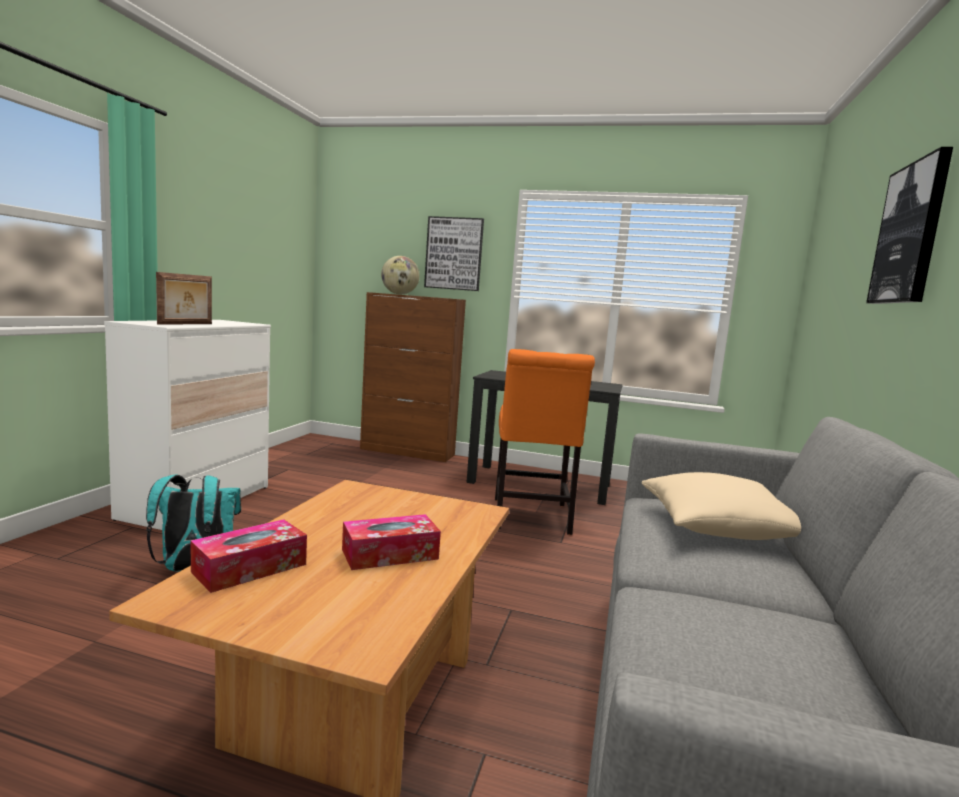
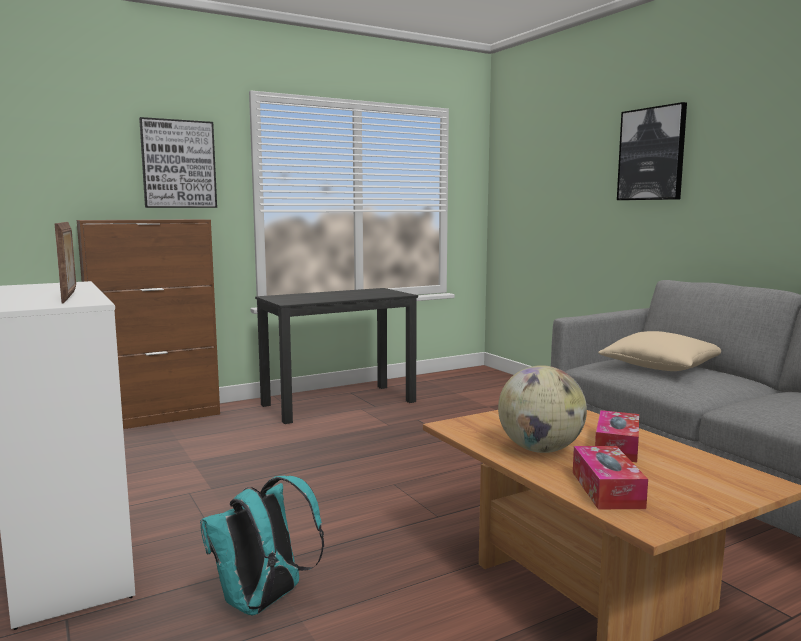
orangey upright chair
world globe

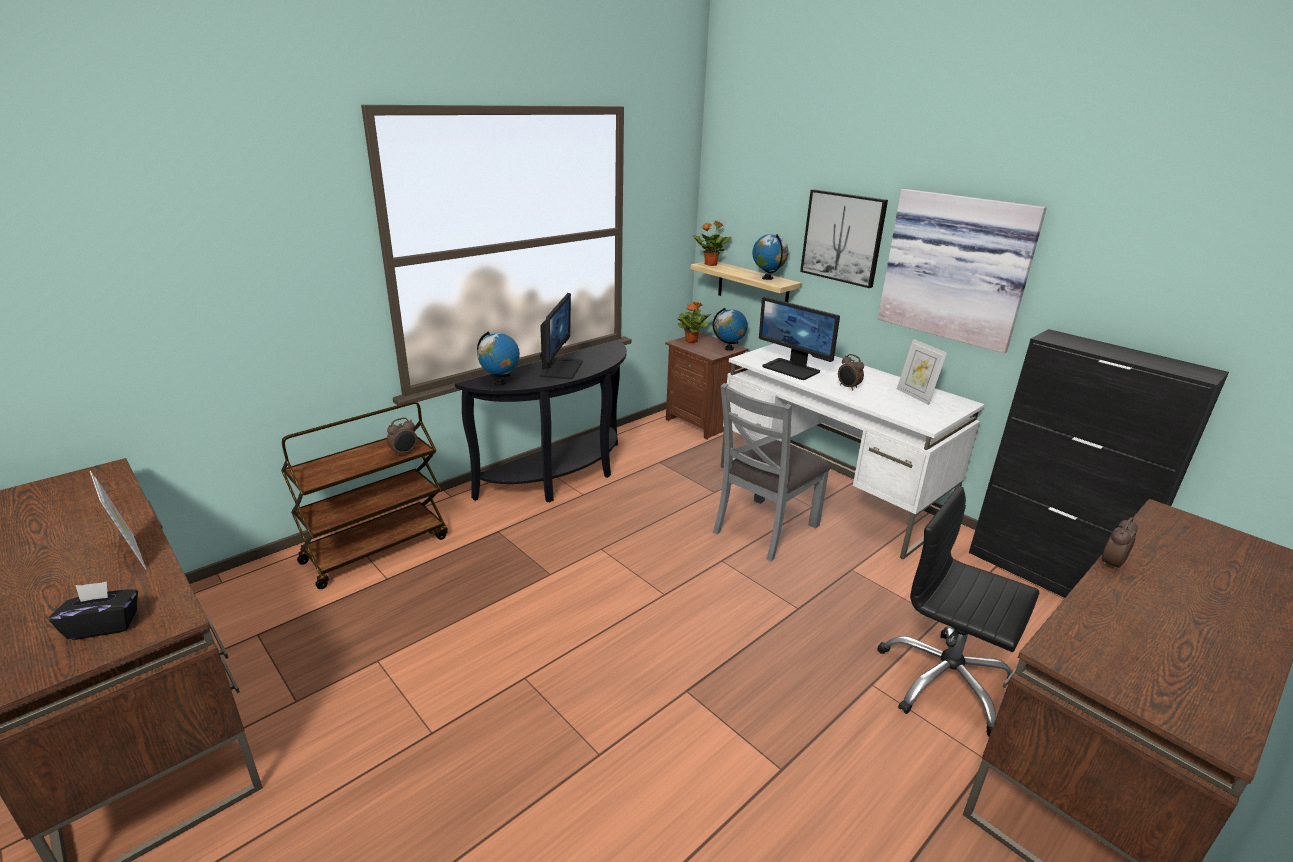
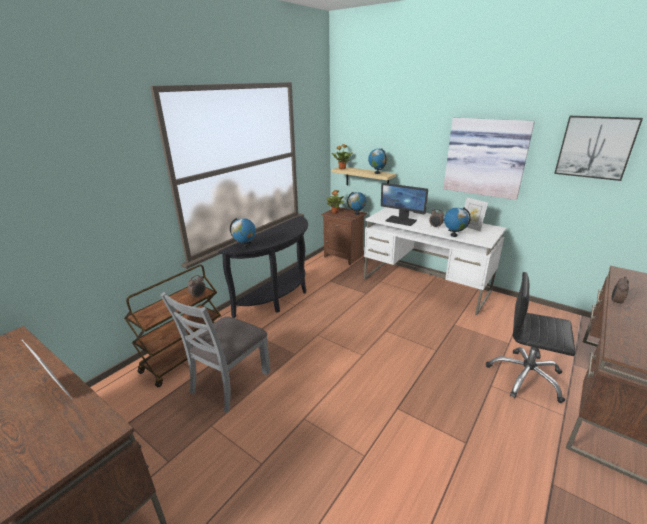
black tissue box
computer display (no. 1 from left in the first image)
black cupboard
world globe (no. 4 from left)
greyish upright chair
wall picture (no. 2 from left)

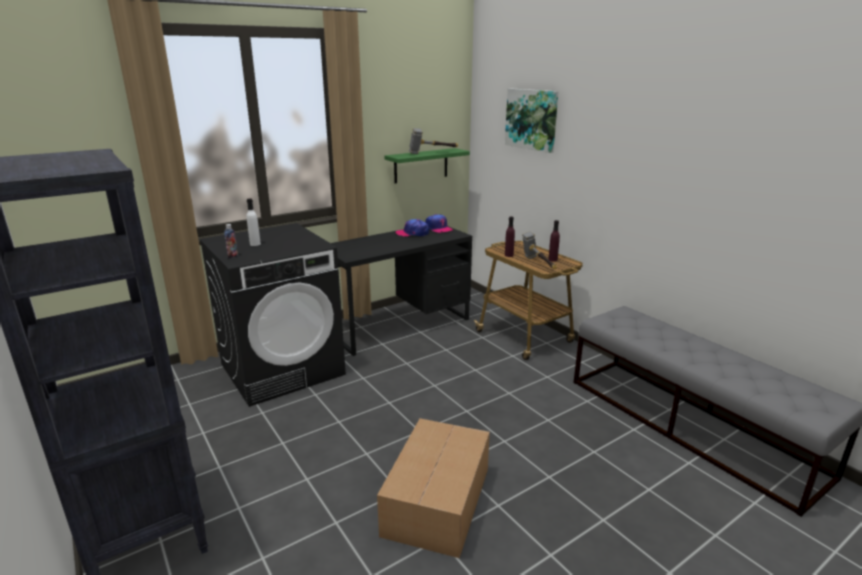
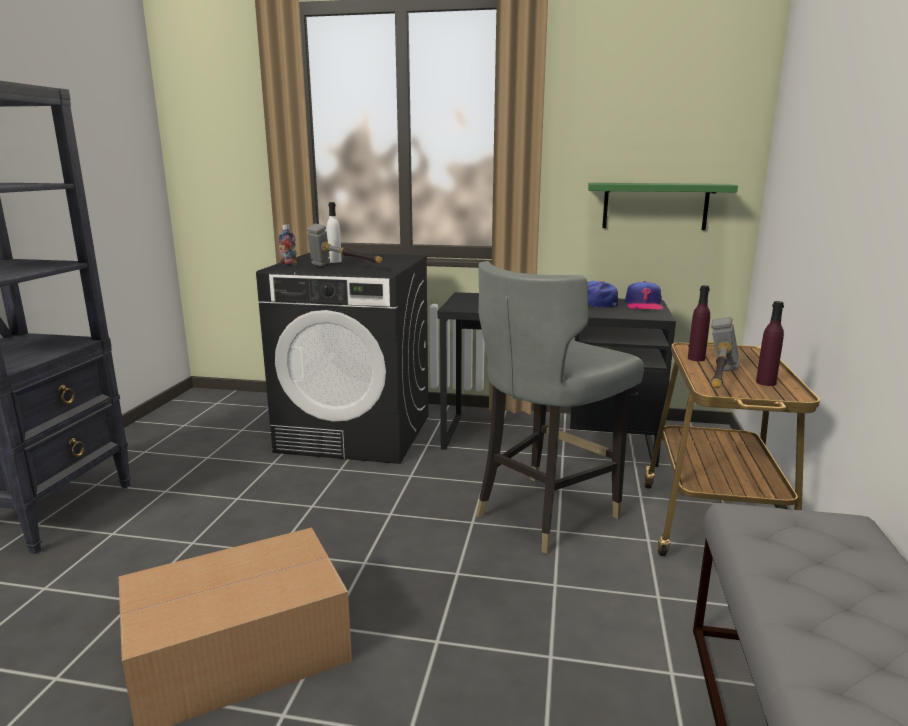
wall picture
greyish upright chair
hammer (no. 1 from left)

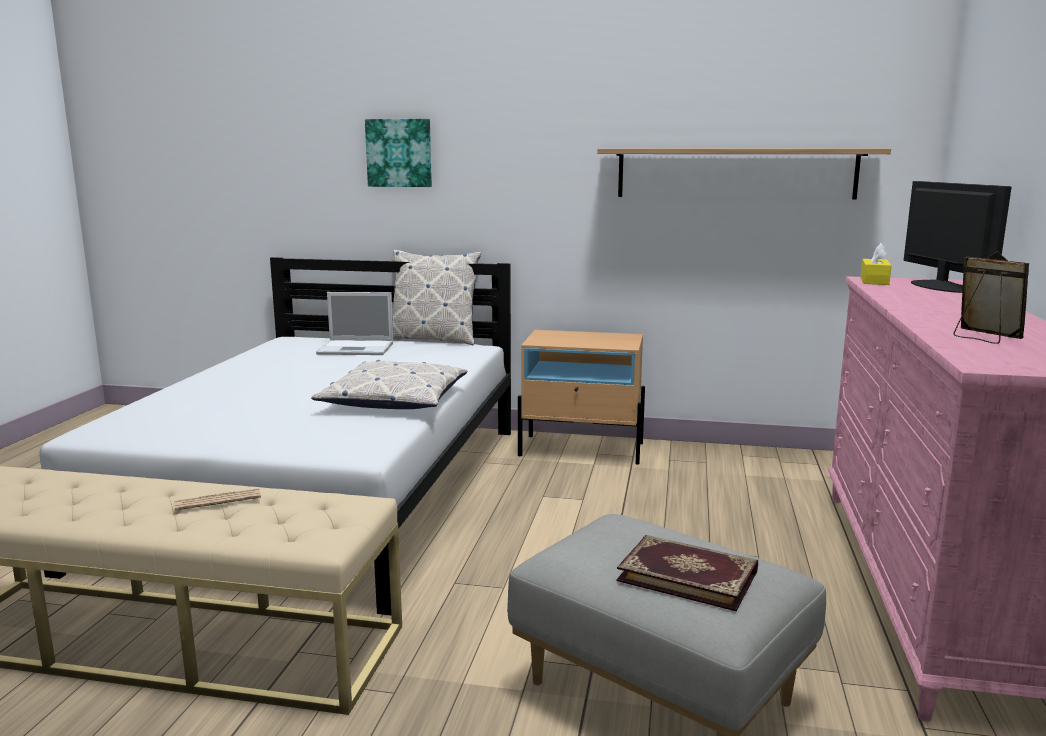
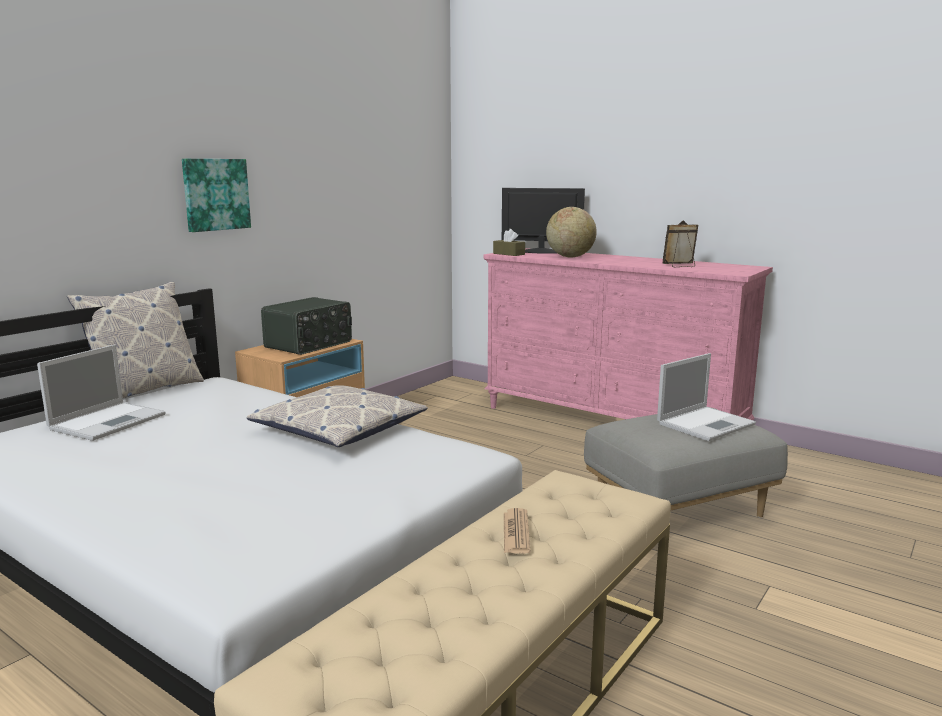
shelf
radio
world globe
wall picture
portable computer (no. 2 from left)
brown-coloured tissue box

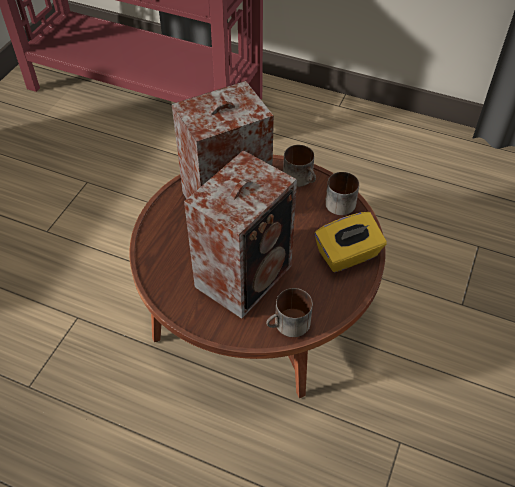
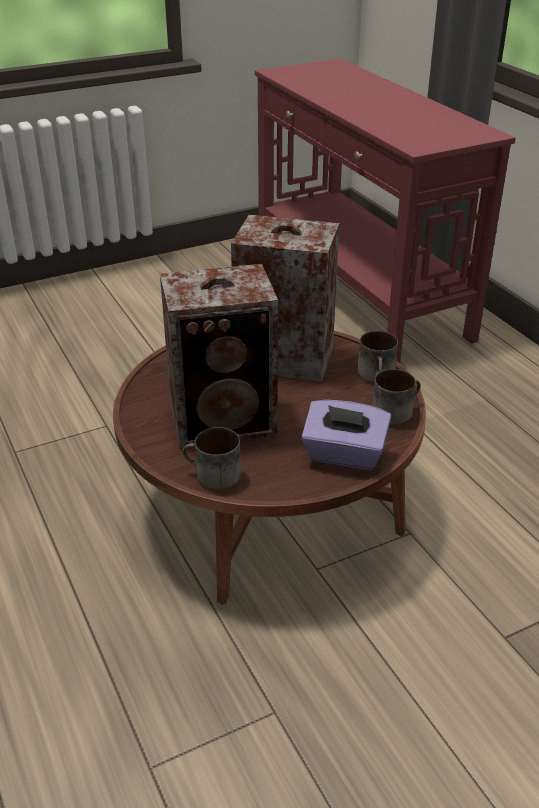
purple-coloured tissue box

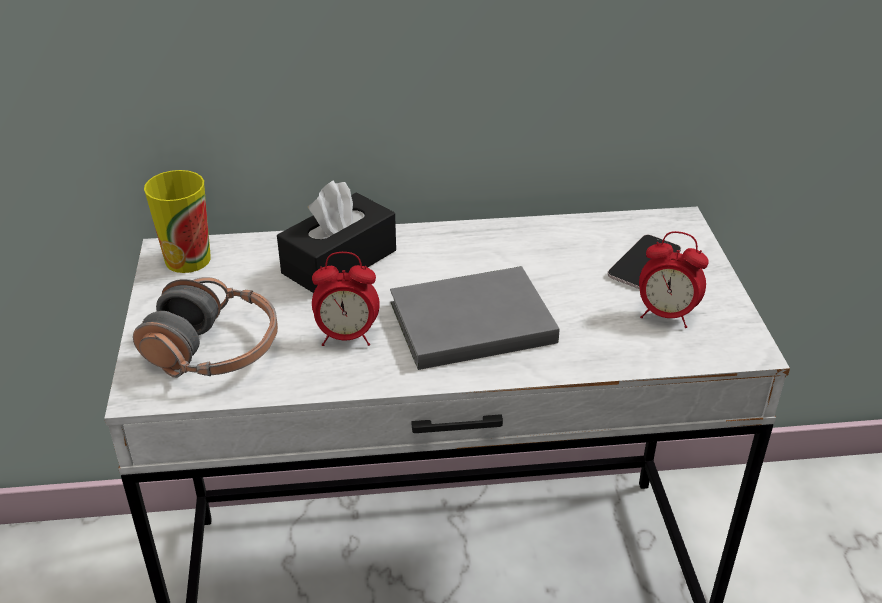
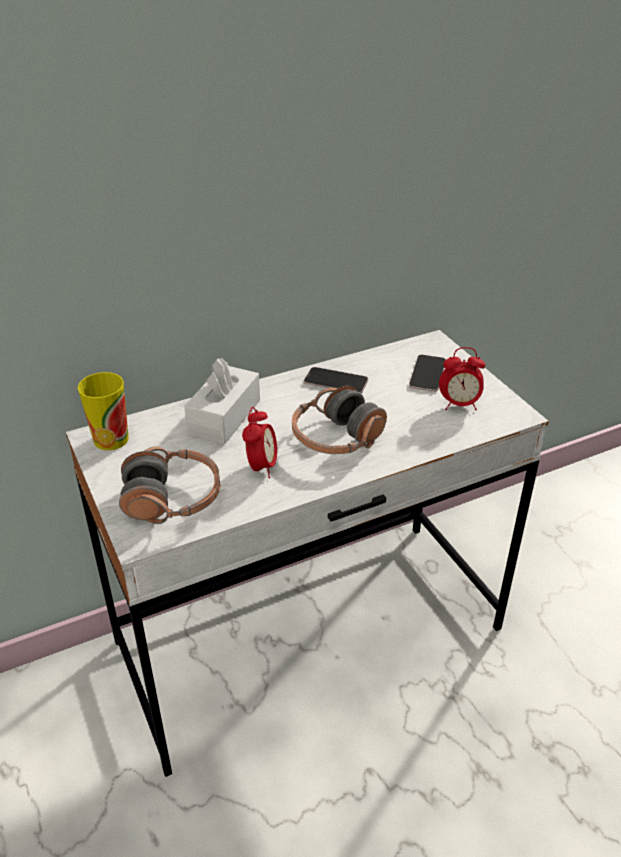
handset (no. 1 from left)
headset (no. 2 from left)
white-coloured tissue box
table clock (no. 1 from left)

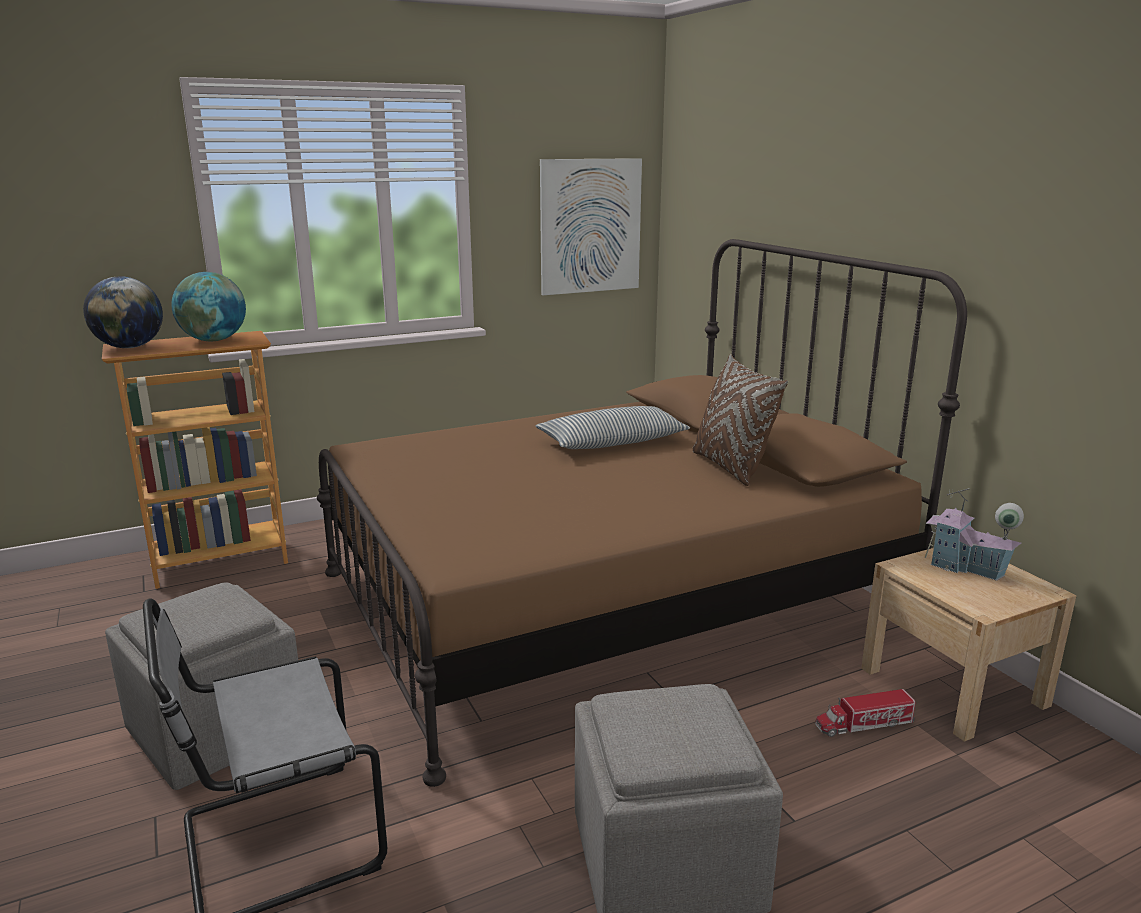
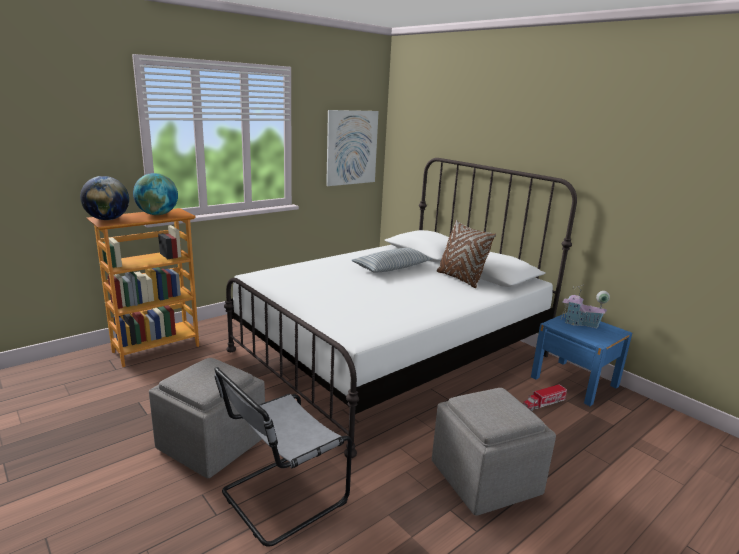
white-coloured bedroom bed
blue bedside table

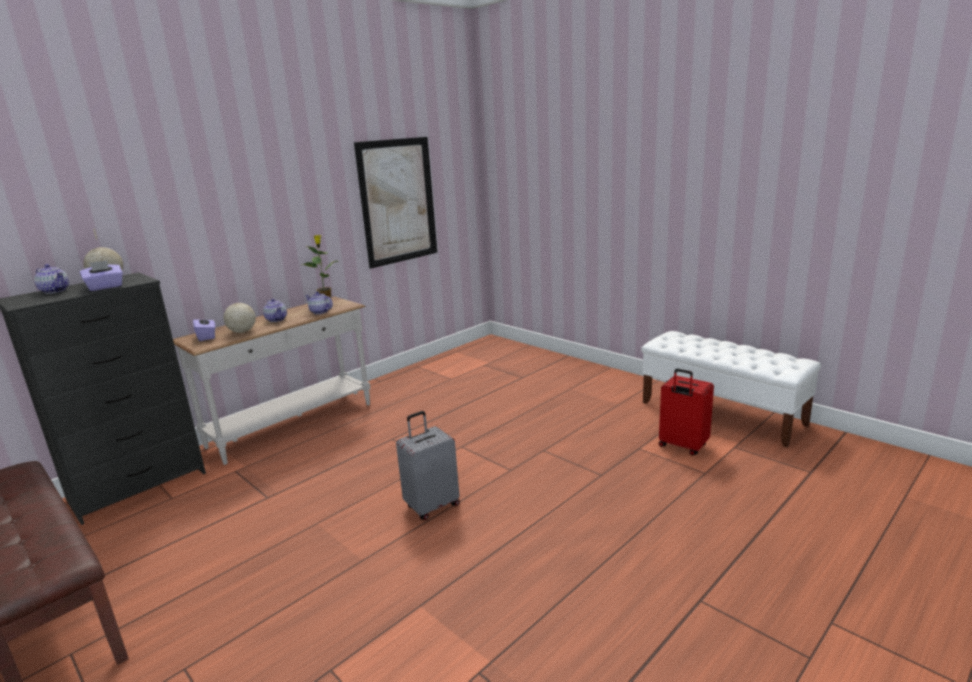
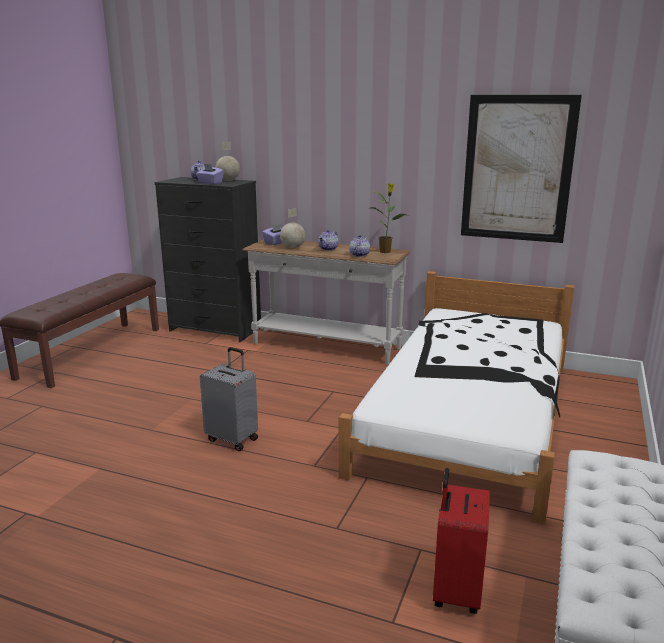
white-coloured bedroom bed

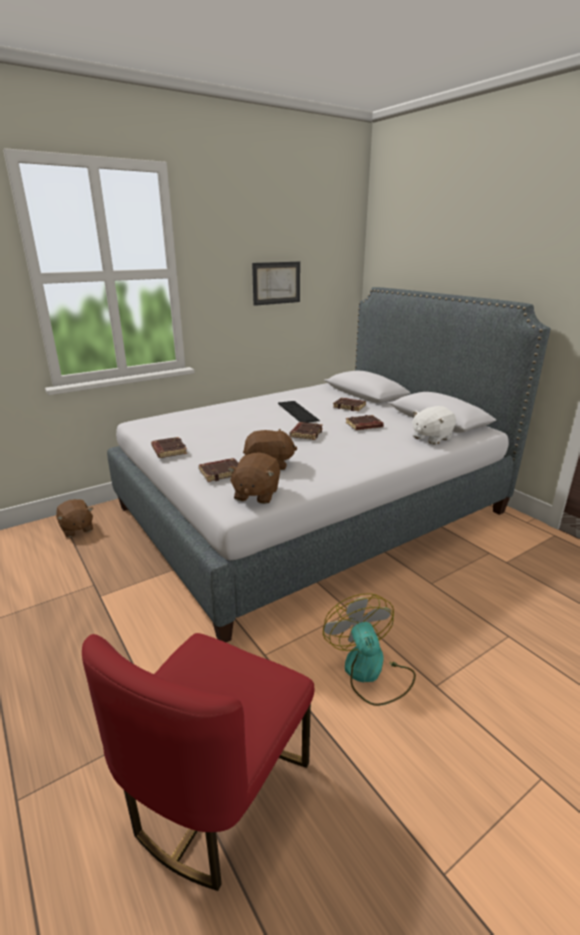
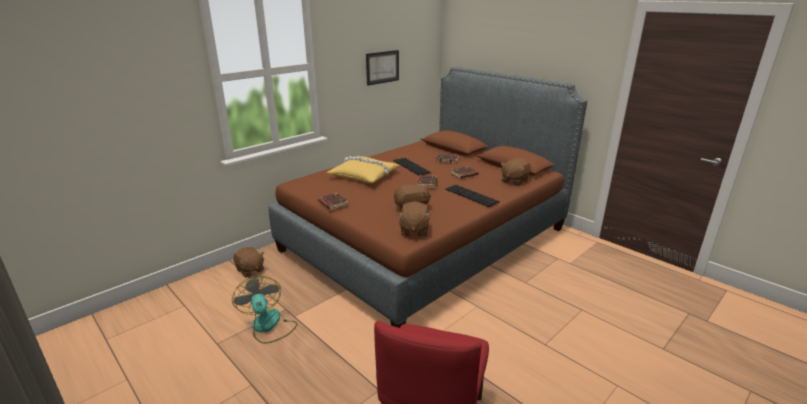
brown-coloured book (no. 2 from left in the first image)
yellowish pillow
computer keyboard (no. 2 from left)
fan
brown-coloured bedroom bed
brown-coloured cuddly toy (no. 4 from left)

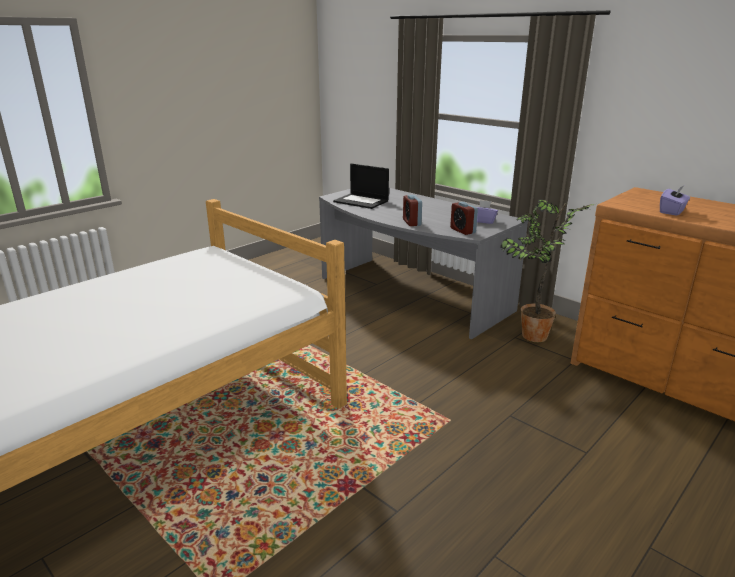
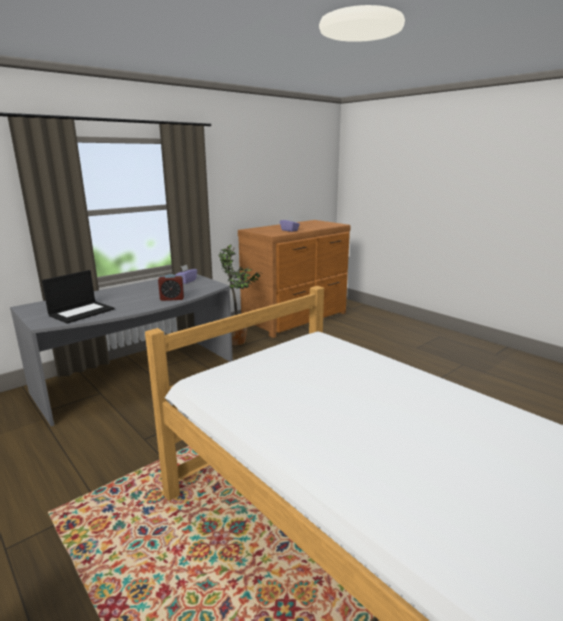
table clock (no. 2 from left in the first image)

